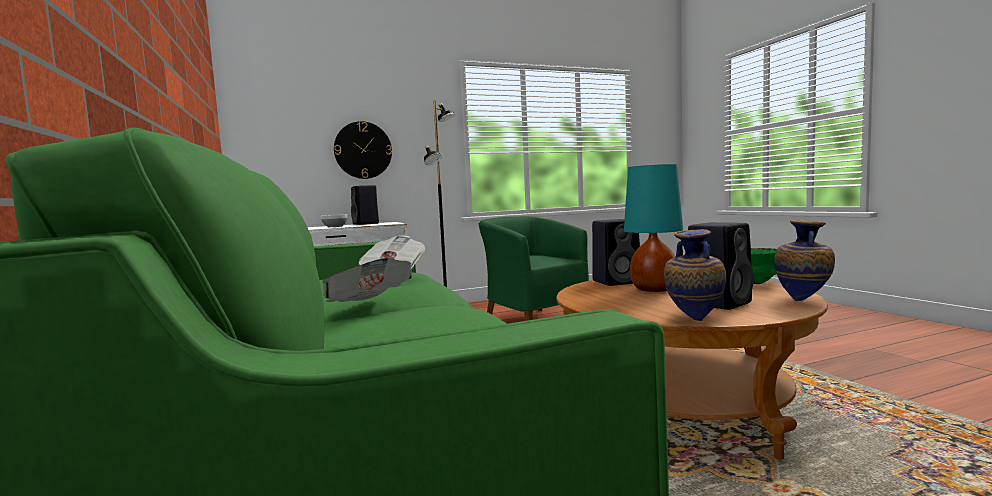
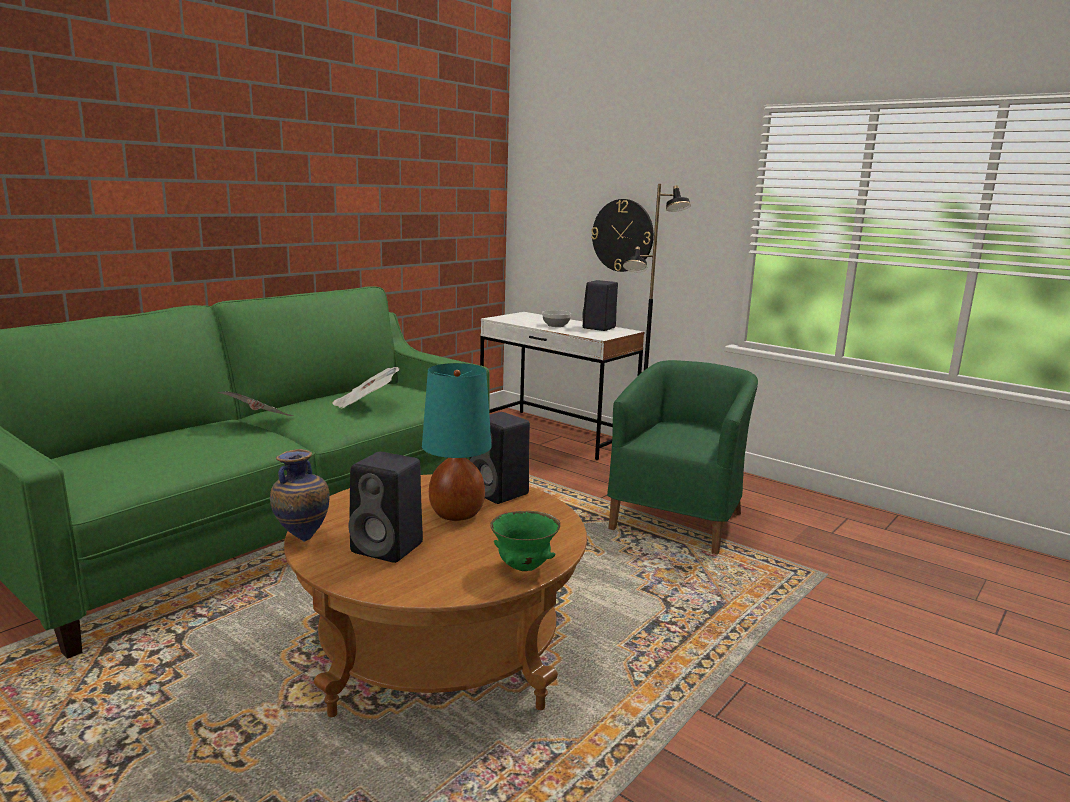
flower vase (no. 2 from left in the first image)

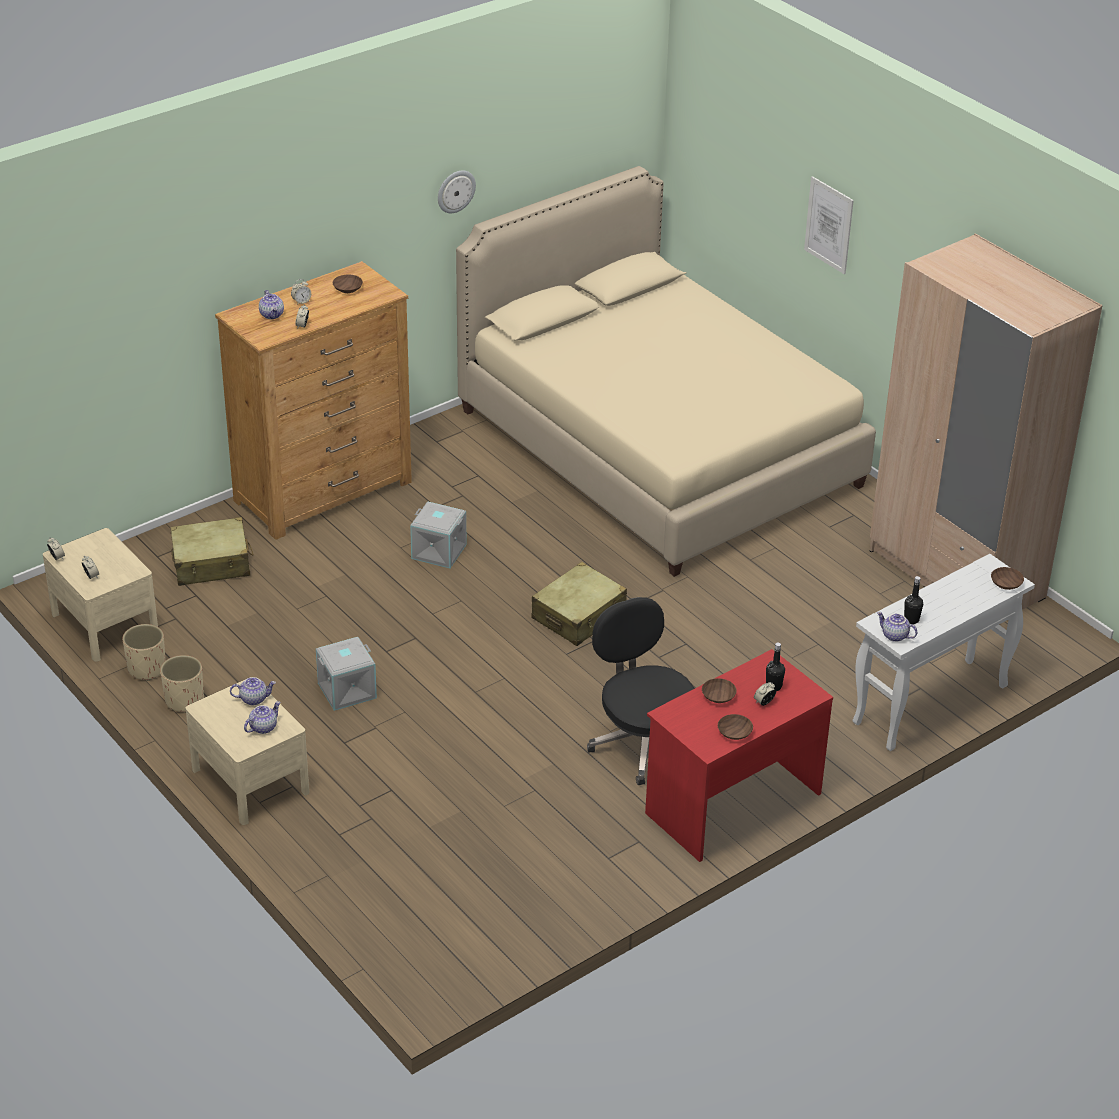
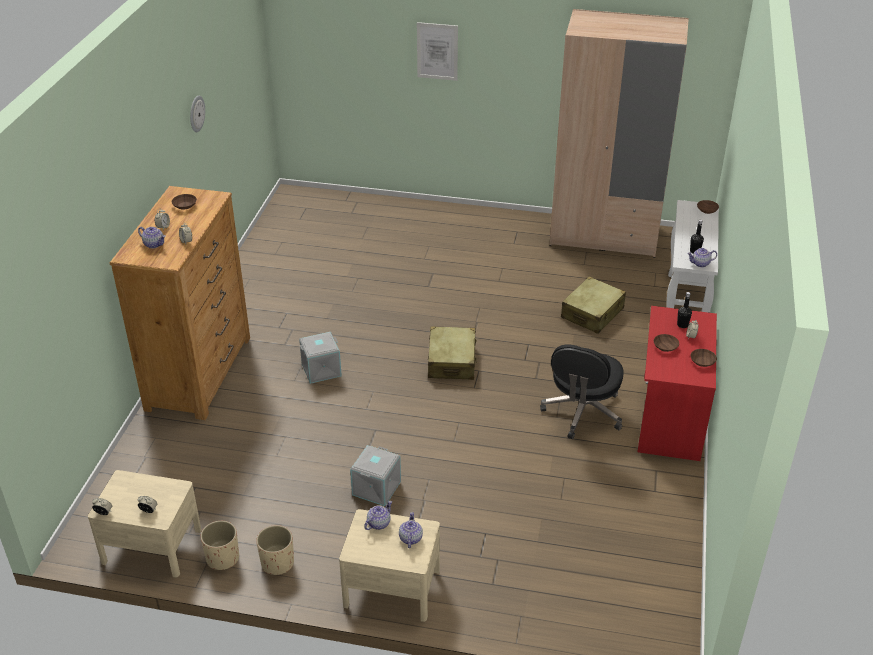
sand-coloured bedroom bed
sand-coloured travel case (no. 2 from left)
black desk chair

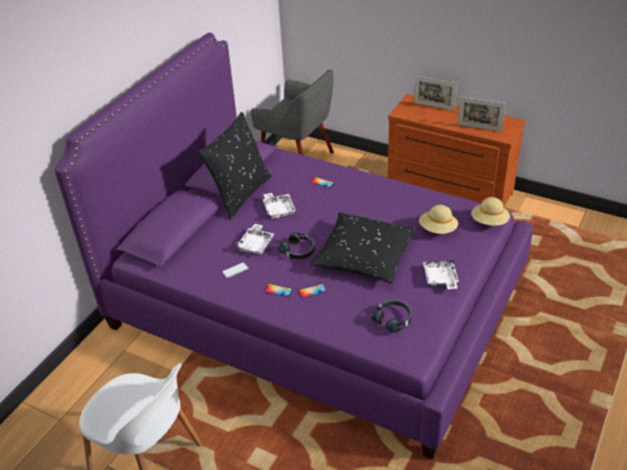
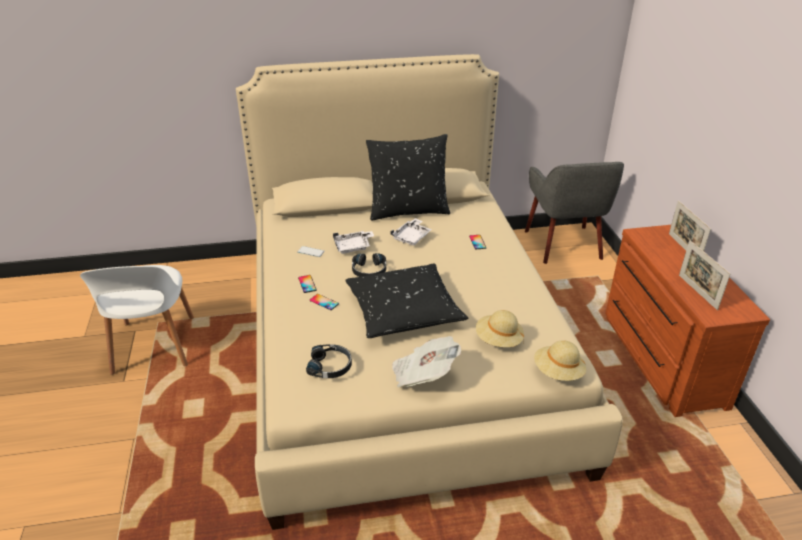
printed paper
sand-coloured bedroom bed

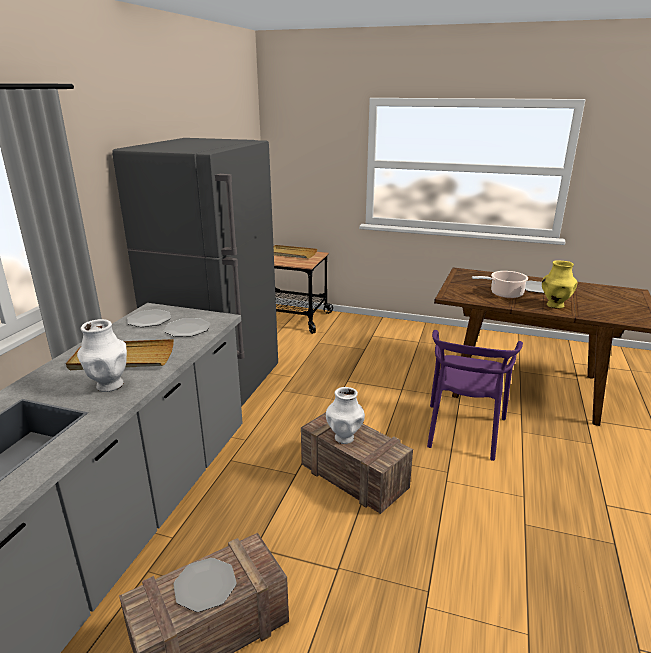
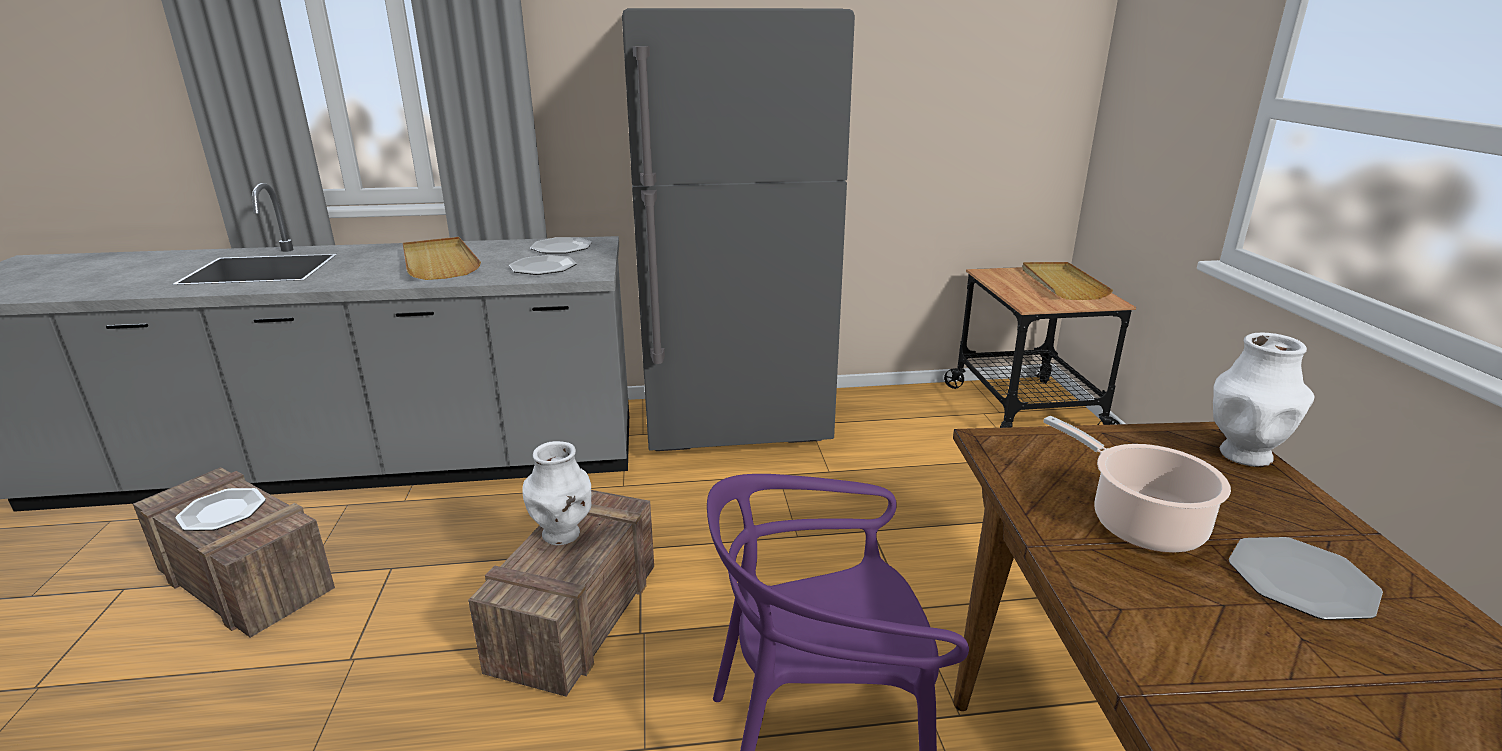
yellowish flower vase
white-coloured flower vase (no. 2 from left)

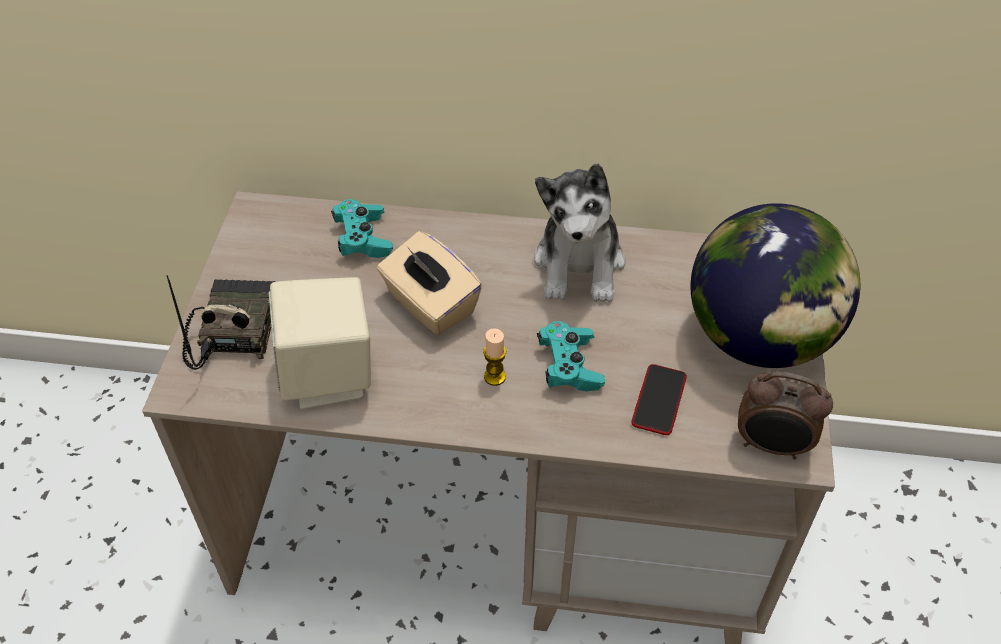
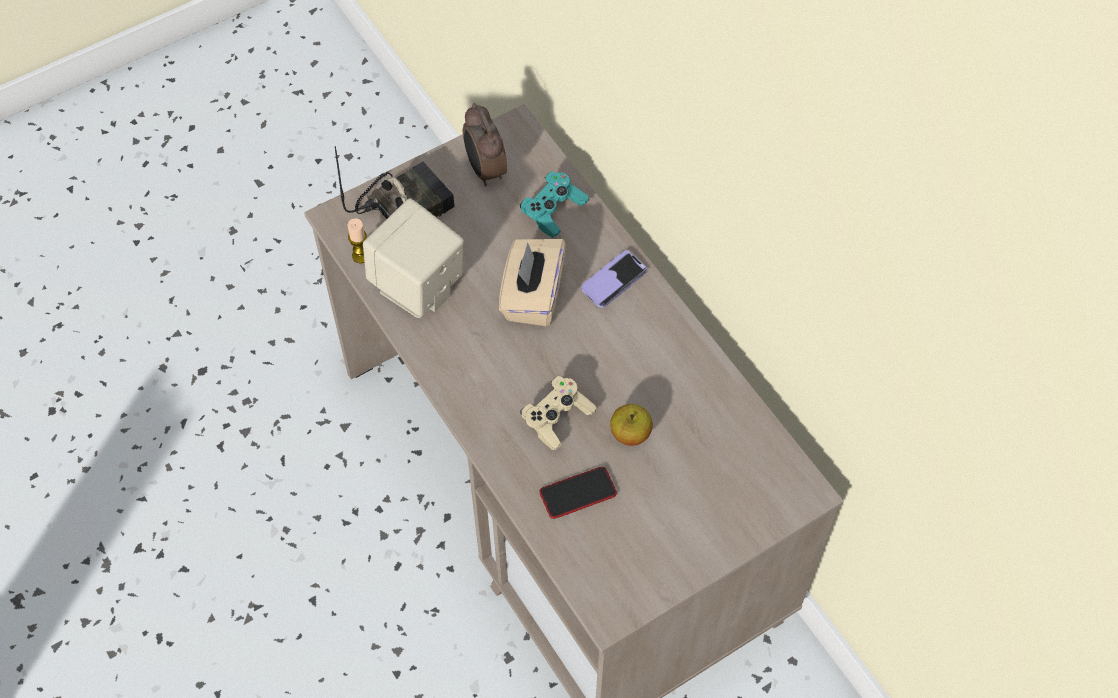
cuddly toy
world globe
handset (no. 2 from left)
apple
wax light
table clock
sand-coloured gamepad

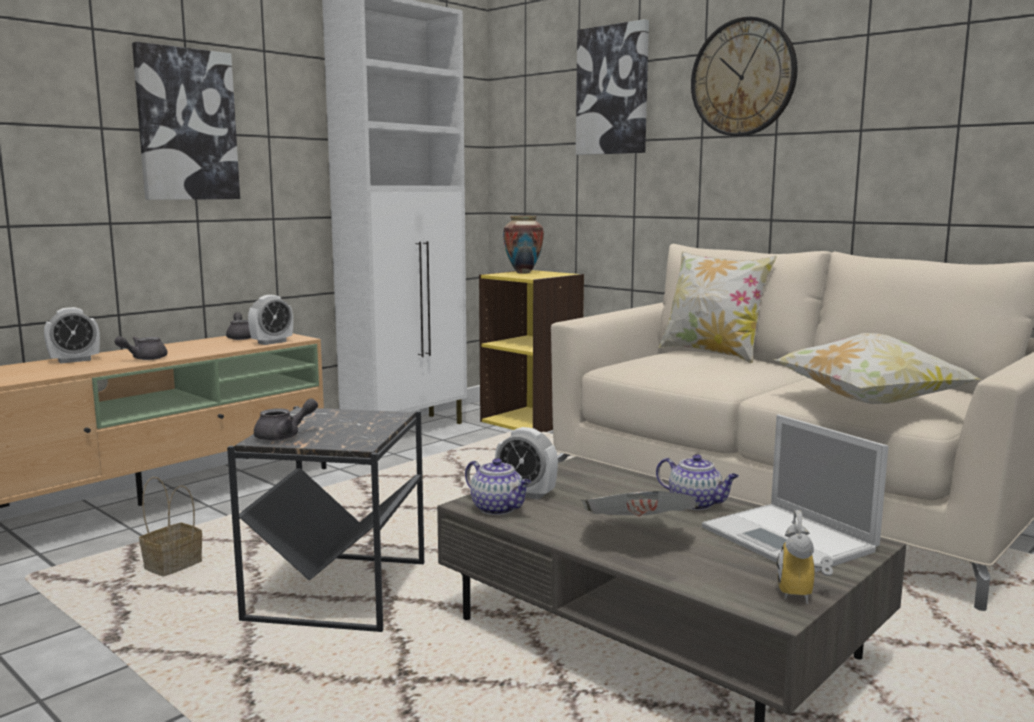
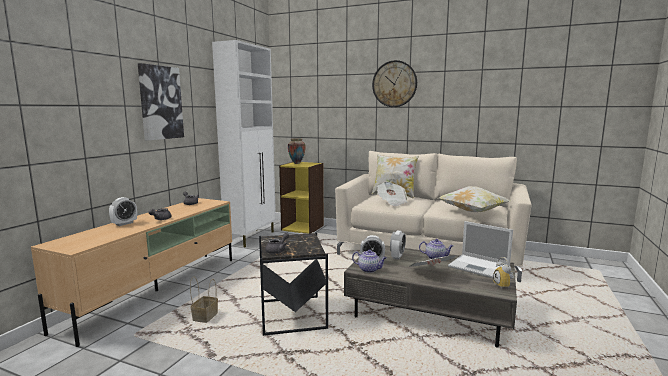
wall picture (no. 2 from left in the first image)
printed paper (no. 1 from left)
table clock (no. 3 from left)

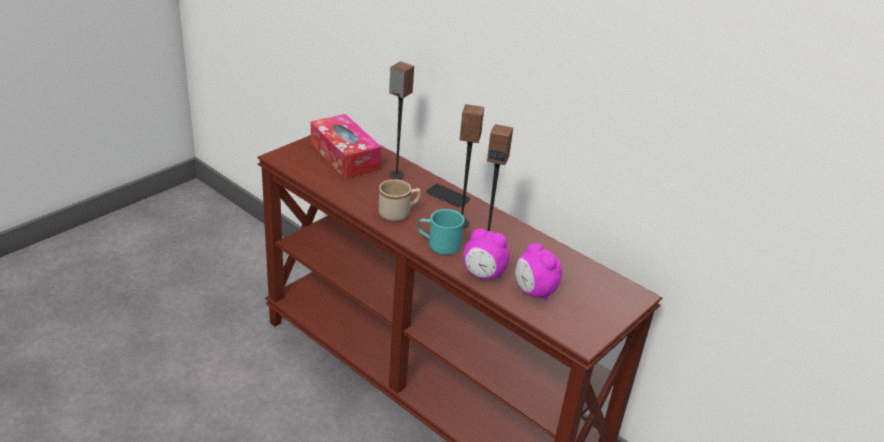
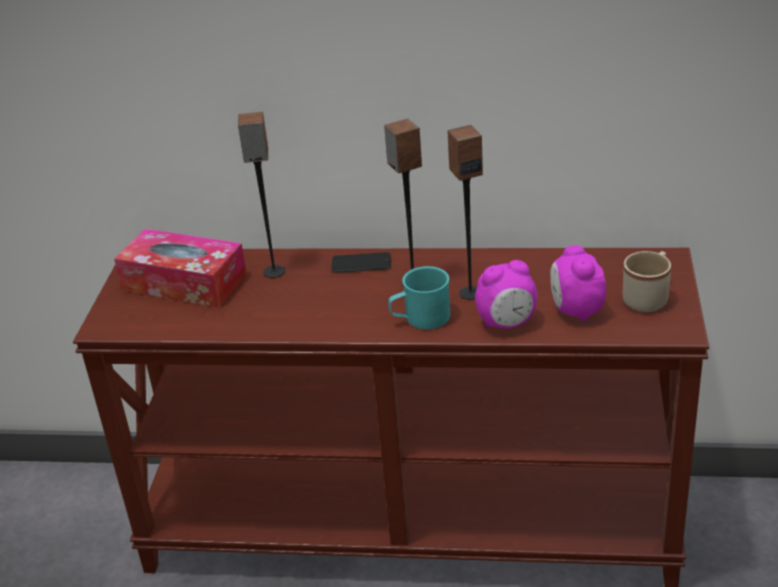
sand-coloured tea mug
table clock (no. 2 from left)

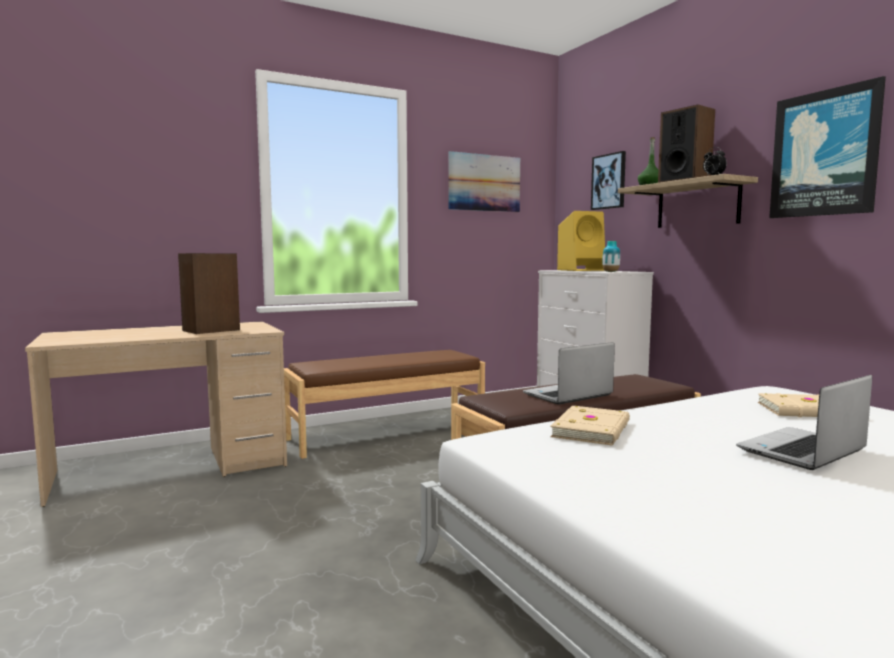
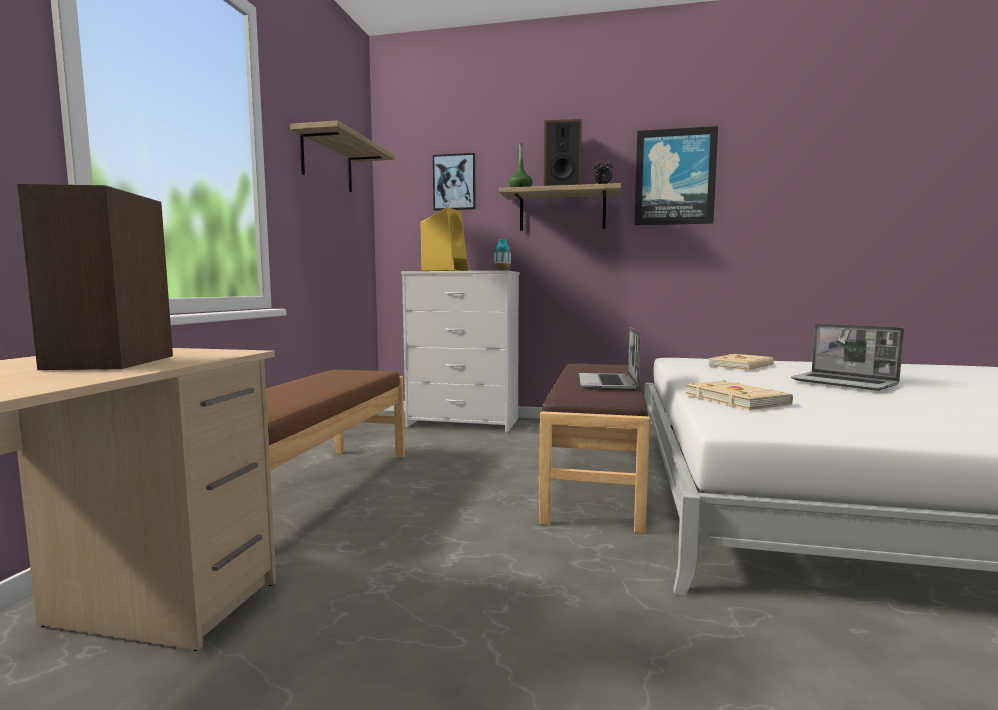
shelf (no. 1 from left)
portable computer (no. 2 from left)

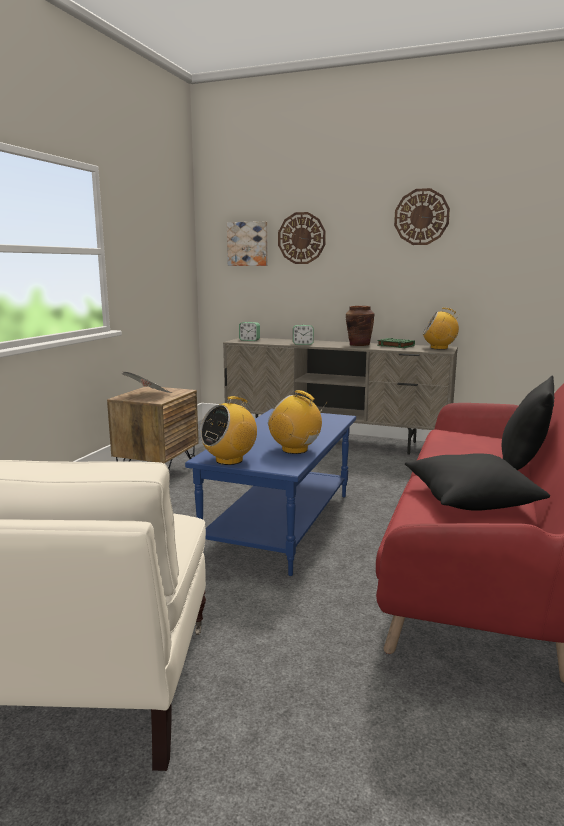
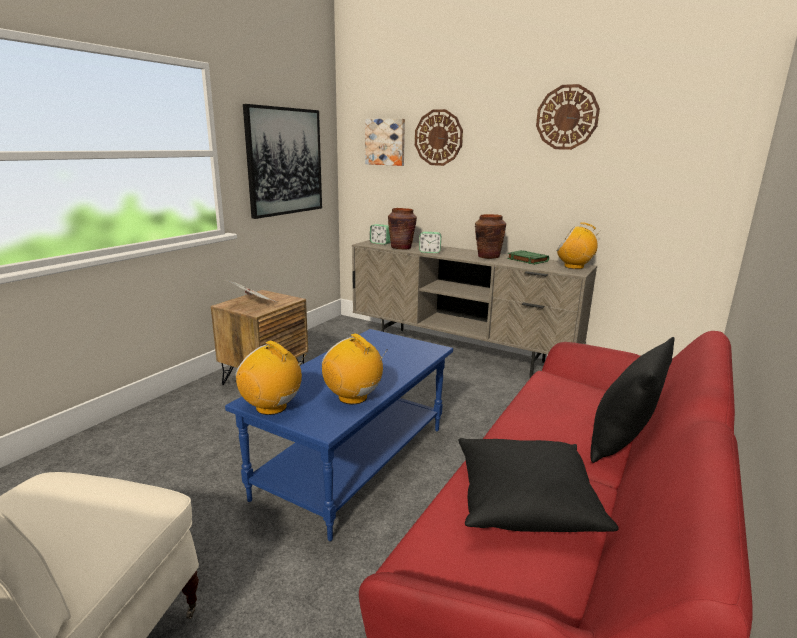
wall picture (no. 1 from left)
brown-coloured flower vase (no. 1 from left)
radio (no. 1 from left)

